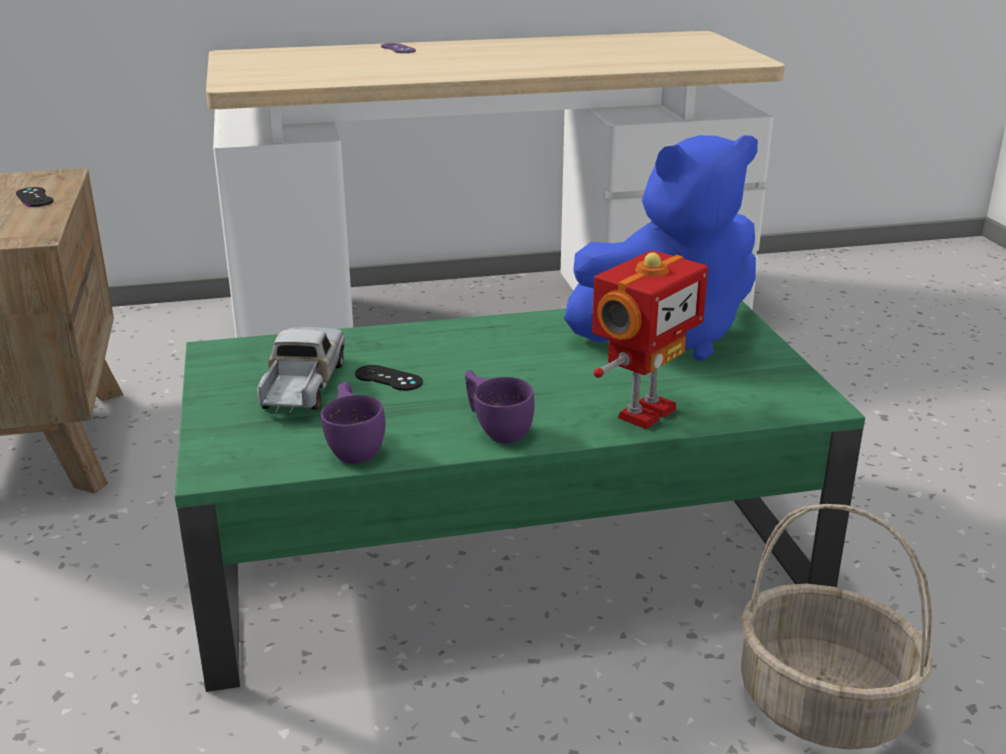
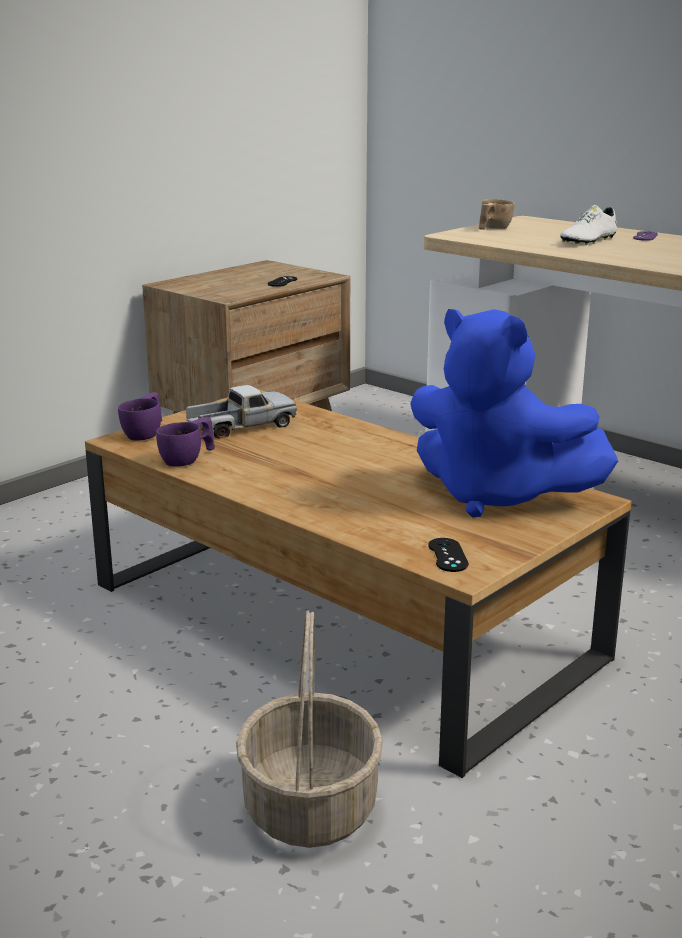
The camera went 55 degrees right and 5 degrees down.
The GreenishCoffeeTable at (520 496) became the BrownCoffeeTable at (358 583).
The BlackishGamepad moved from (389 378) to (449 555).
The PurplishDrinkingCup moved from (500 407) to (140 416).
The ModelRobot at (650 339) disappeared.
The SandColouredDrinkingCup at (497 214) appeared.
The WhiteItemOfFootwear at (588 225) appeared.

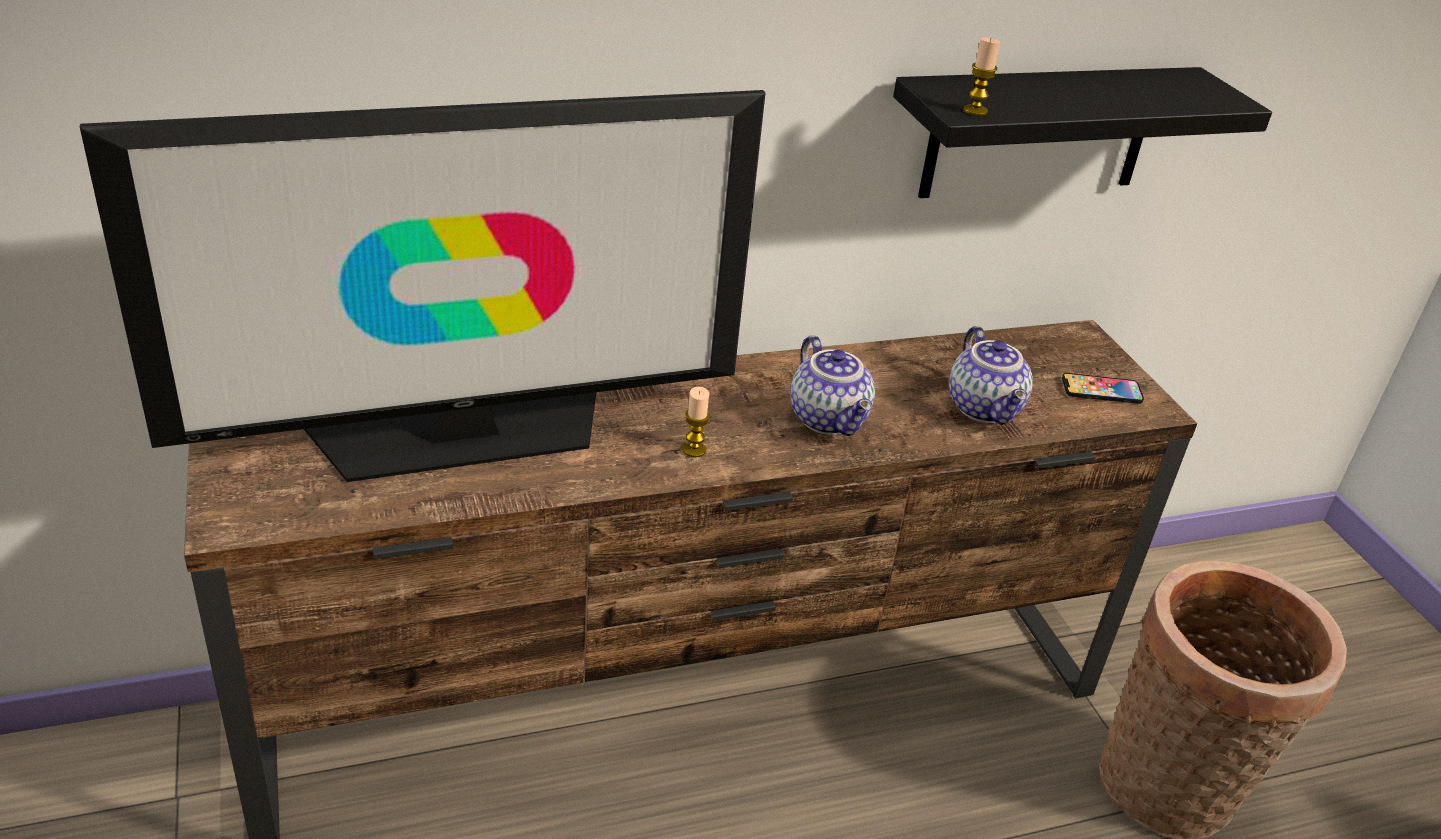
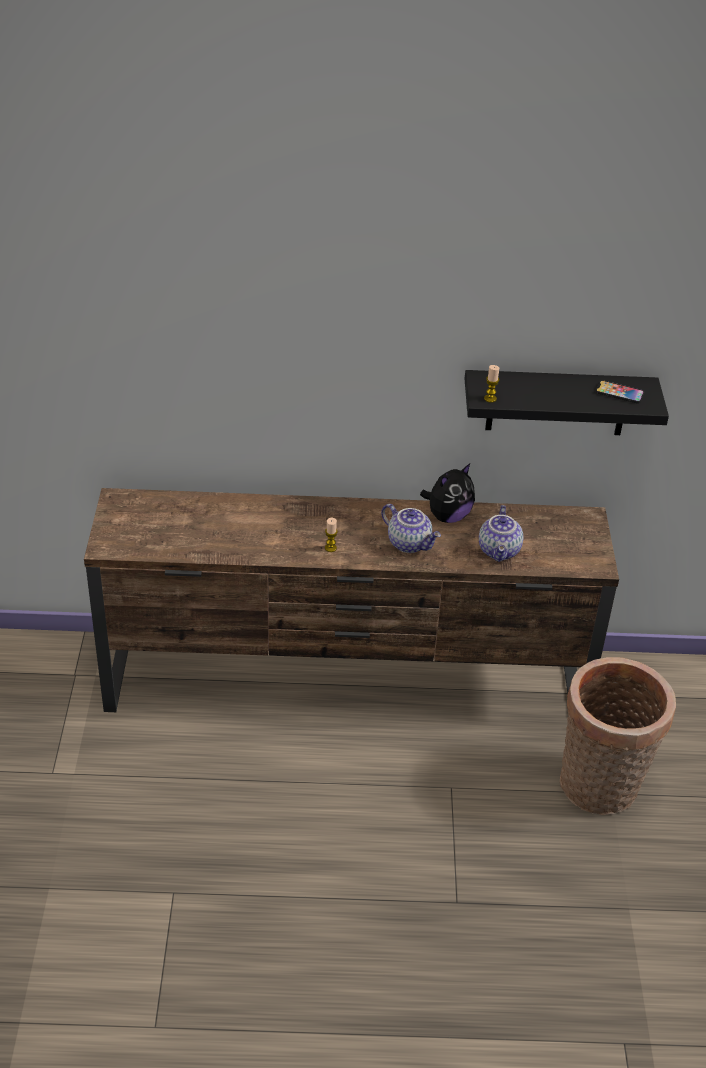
The camera went 20 degrees right and 5 degrees up.
The TvSet at (422 286) disappeared.
The PotForTea at (832 385) turned 45 degrees counterclockwise.
The Telephone moved from (1103 388) to (620 391).
The CuddlyToy at (447 493) appeared.

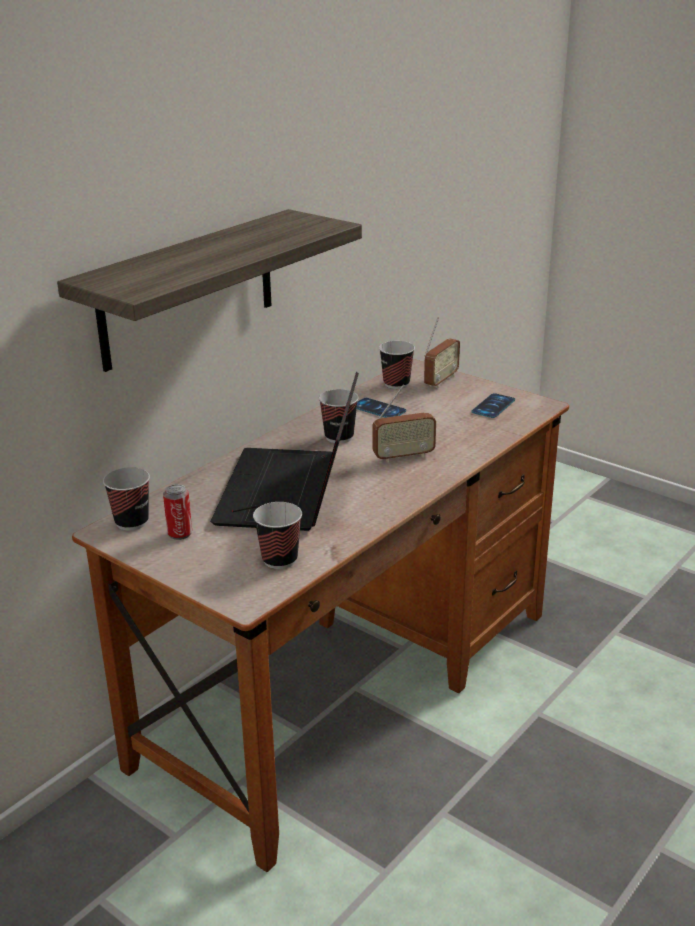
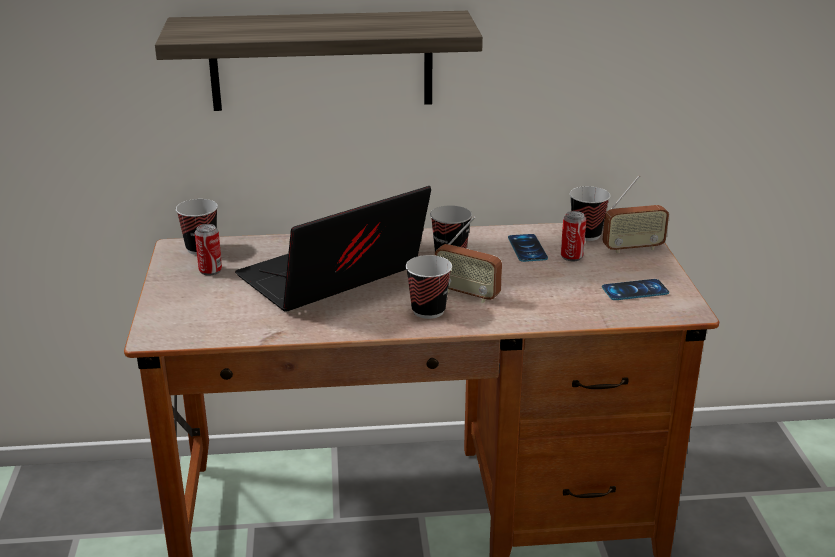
The camera went 45 degrees right and 0 degrees up.
The DrinkingCup moved from (277 535) to (429 287).
The Can at (573 236) appeared.

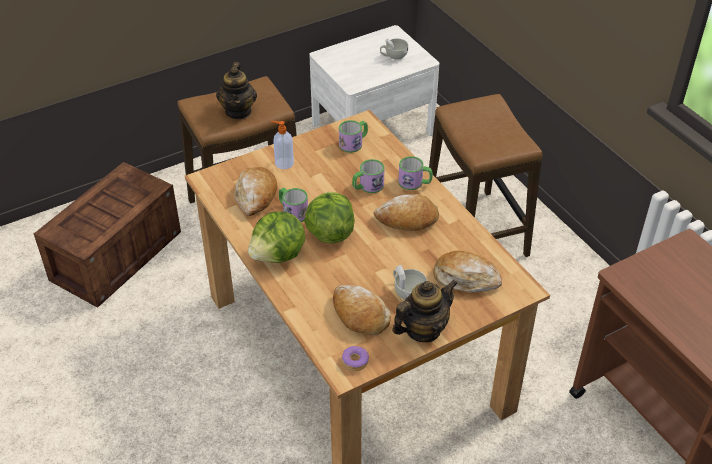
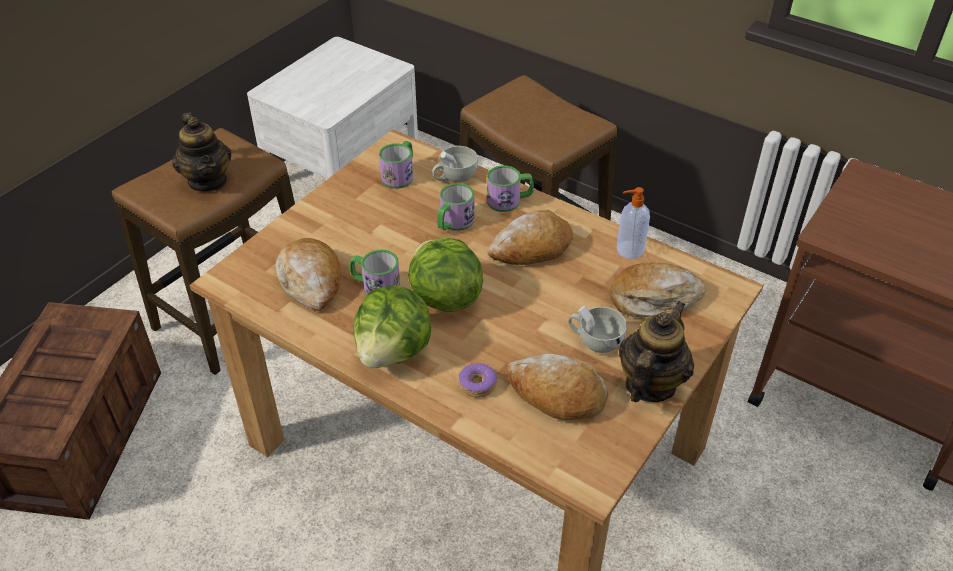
The camera went 25 degrees left and 0 degrees up.
The SoapBottle moved from (282 145) to (633 223).
The Donut moved from (355 358) to (477 380).
The WhiteDrinkingCup moved from (394 49) to (455 164).

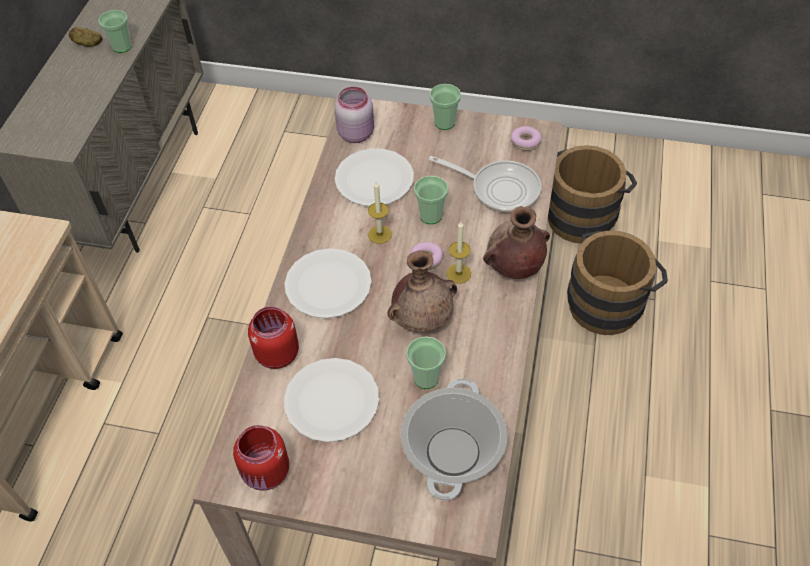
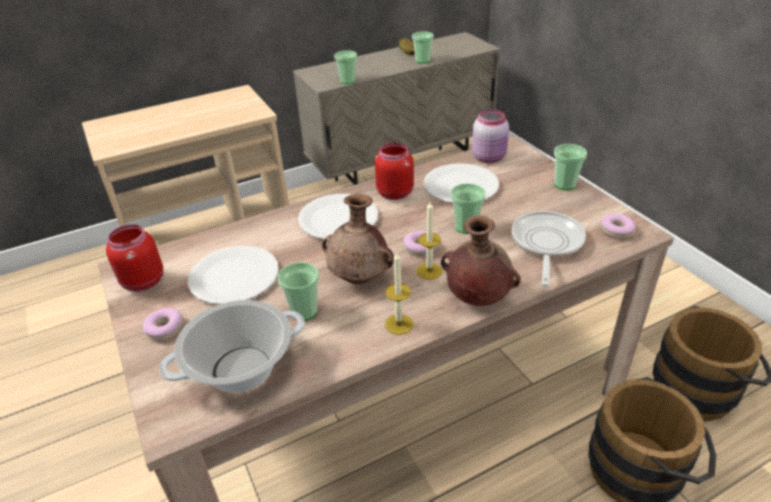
The camera went 50 degrees right and 15 degrees down.
The RedColouredPreserveJar moved from (273 337) to (394 171).
The WaxLight moved from (380 213) to (399 293).
The Skillet at (485 184) turned 150 degrees counterclockwise.
The Donut at (163 324) appeared.
The DrinkingCup at (345 67) appeared.

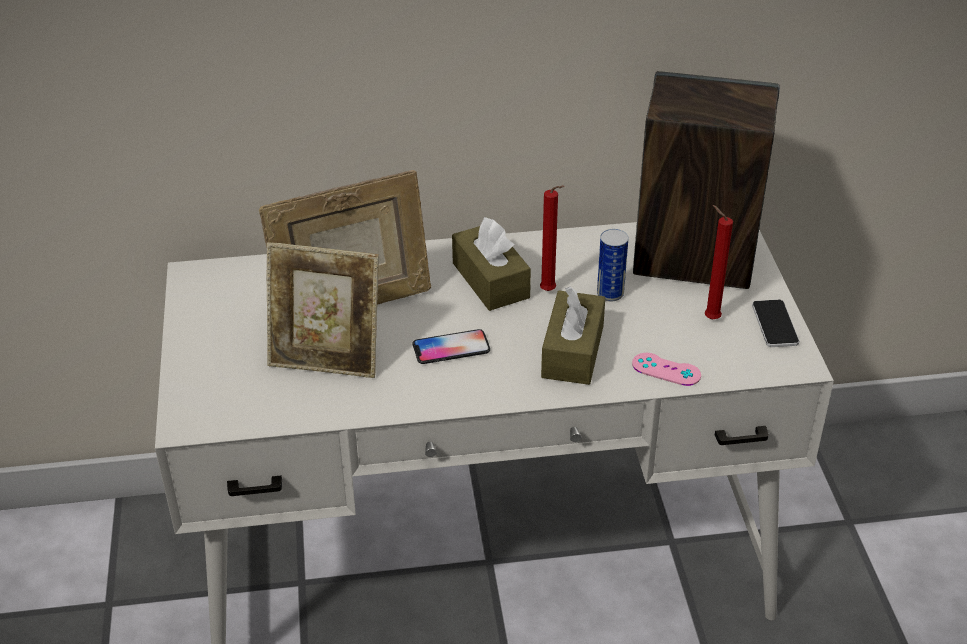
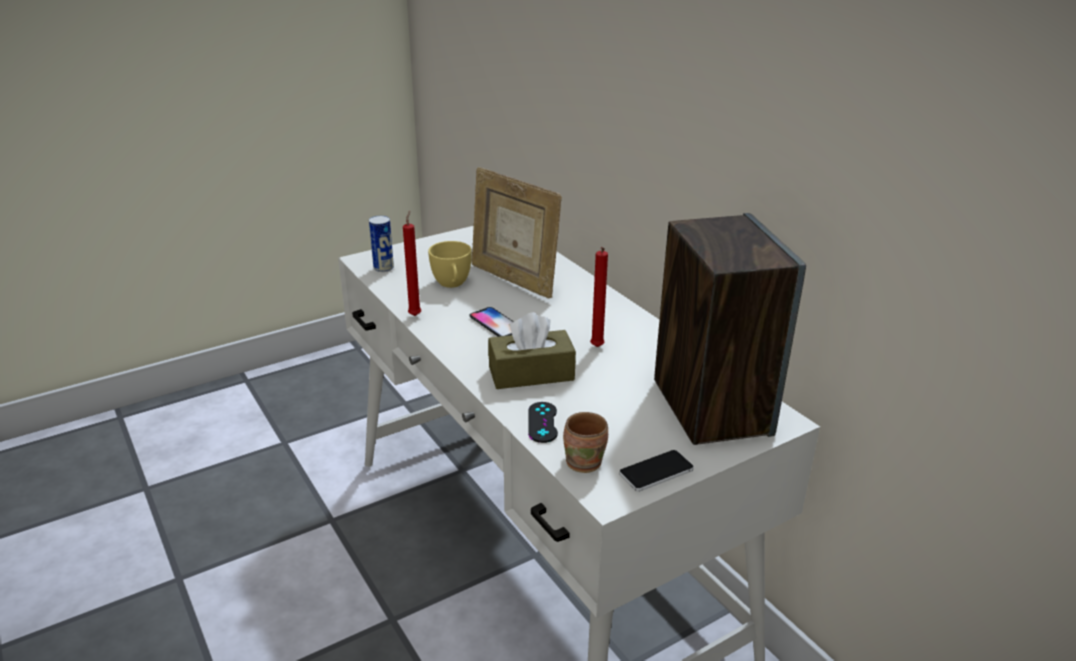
The camera went 65 degrees right and 10 degrees down.
The PhotoFrame at (323 310) was replaced by the YellowishDrinkingCup at (450 264).
The BrownTissueHolder at (491 264) disappeared.
The Can moved from (613 265) to (381 243).
The PinkishGamepad at (666 369) became the BlackishGamepad at (543 422).
The RedColouredWaxLight moved from (718 262) to (412 263).
The BrownMug at (585 442) appeared.

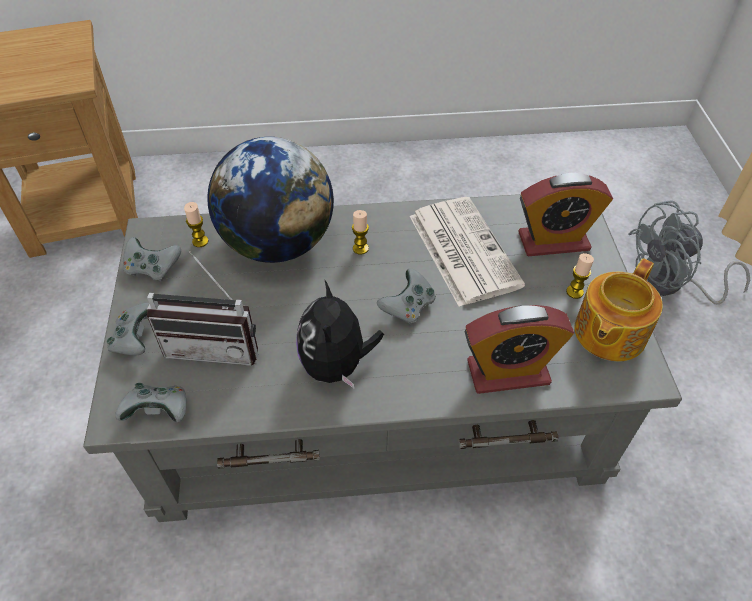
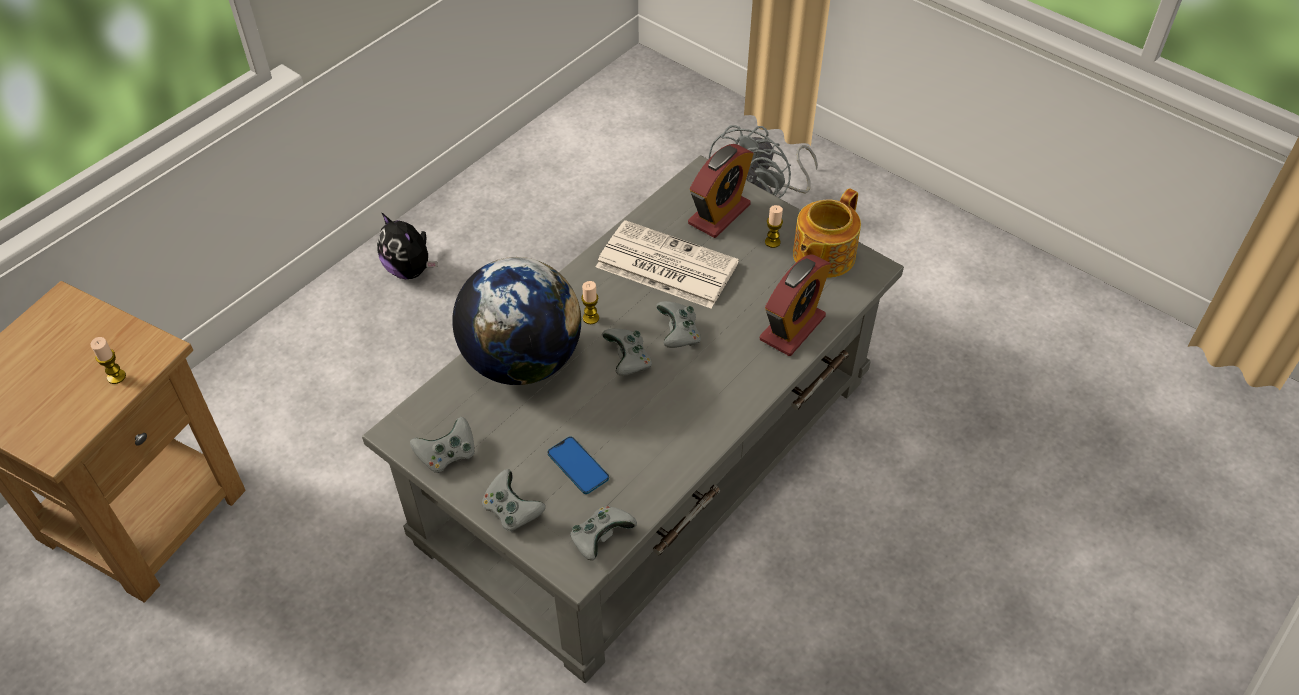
The camera went 45 degrees left and 0 degrees up.
The RadioReceiver at (202 308) was replaced by the Telephone at (578 465).
The WaxLight moved from (196 224) to (108 360).
The CuddlyToy moved from (340 334) to (407 245).
The PotForTea at (619 309) turned 45 degrees clockwise.
The GrayGamepad at (627 352) appeared.

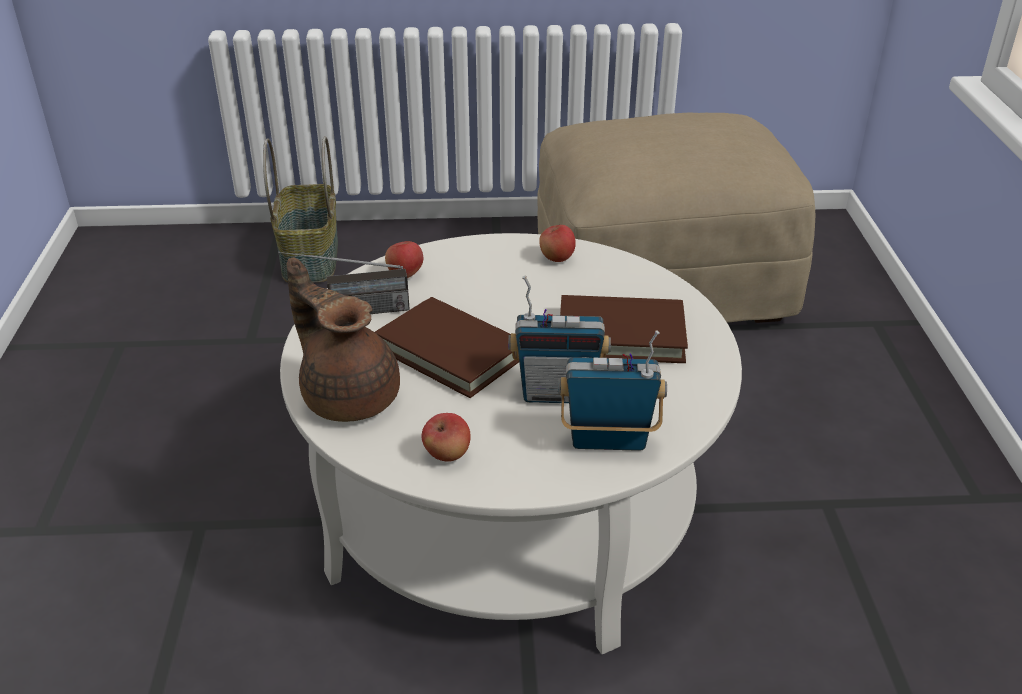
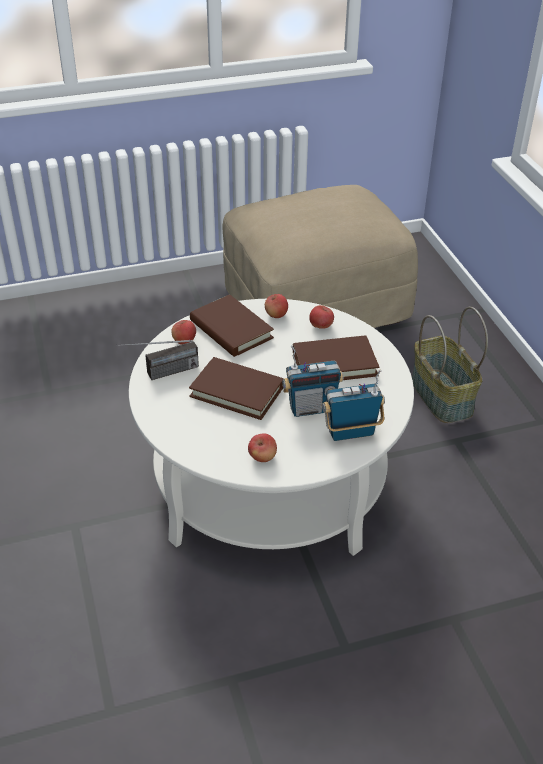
The camera went 15 degrees left and 5 degrees up.
The Basket moved from (300 209) to (450 365).
The BrownPotForTea at (343 339) disappeared.
The BrownVolume at (232 326) appeared.
The Apple at (321 317) appeared.

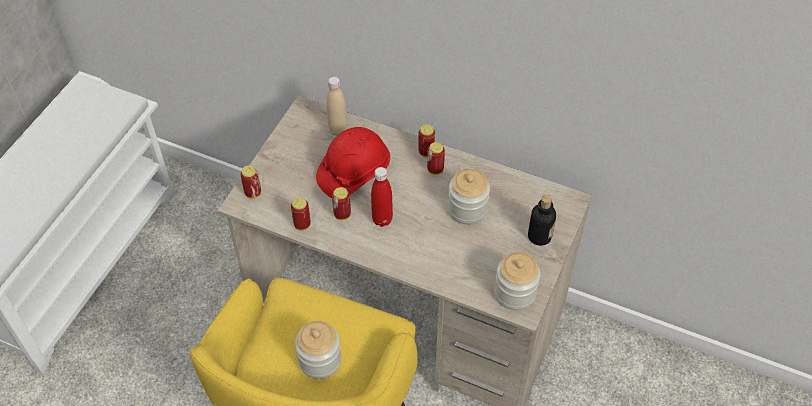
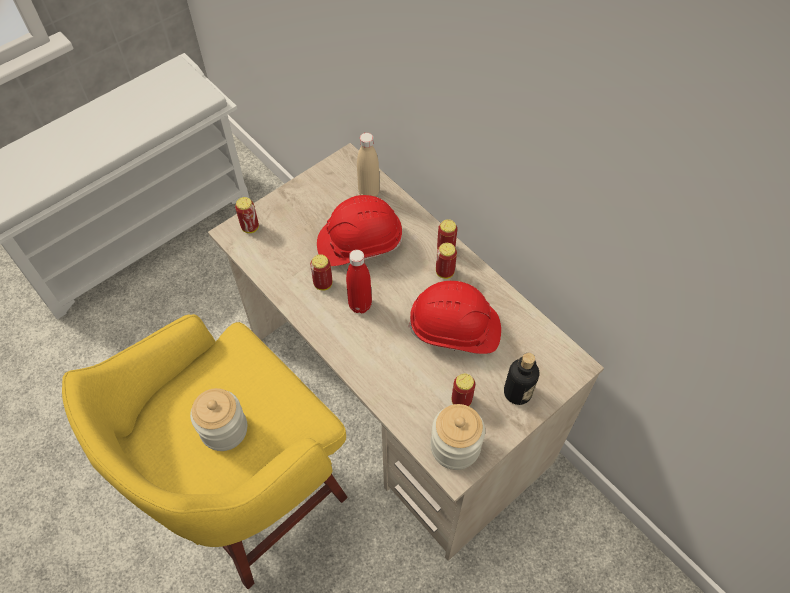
The camera went 25 degrees right and 5 degrees up.
The Can moved from (301 214) to (463 389).
The PreserveJar at (469 197) was replaced by the RedColouredSafetyHelmet at (454 317).

